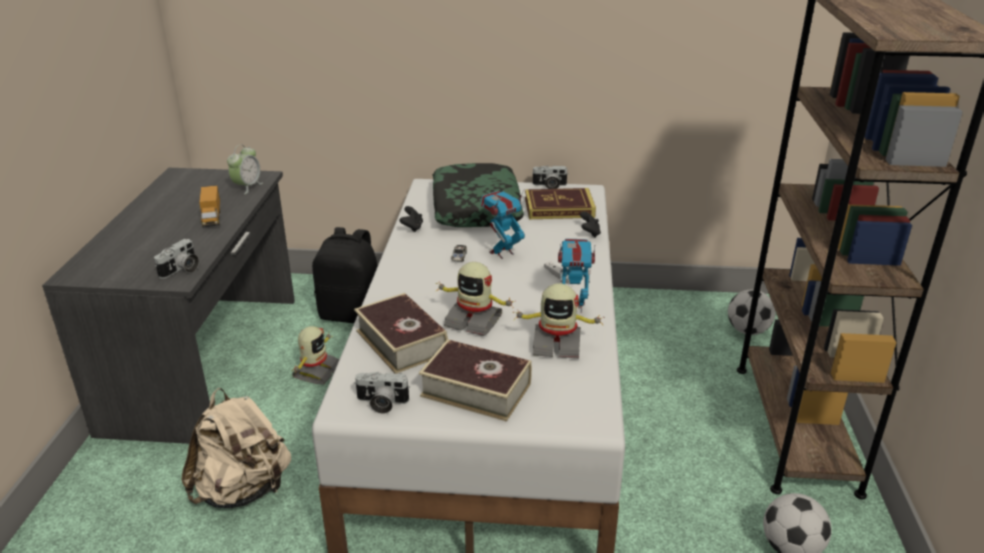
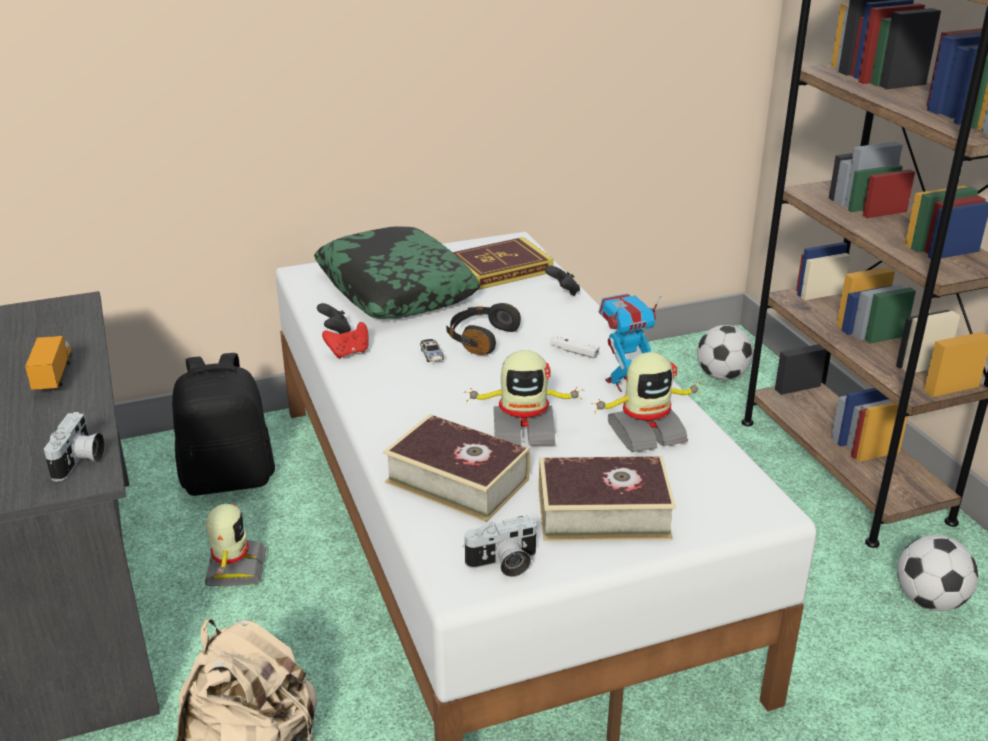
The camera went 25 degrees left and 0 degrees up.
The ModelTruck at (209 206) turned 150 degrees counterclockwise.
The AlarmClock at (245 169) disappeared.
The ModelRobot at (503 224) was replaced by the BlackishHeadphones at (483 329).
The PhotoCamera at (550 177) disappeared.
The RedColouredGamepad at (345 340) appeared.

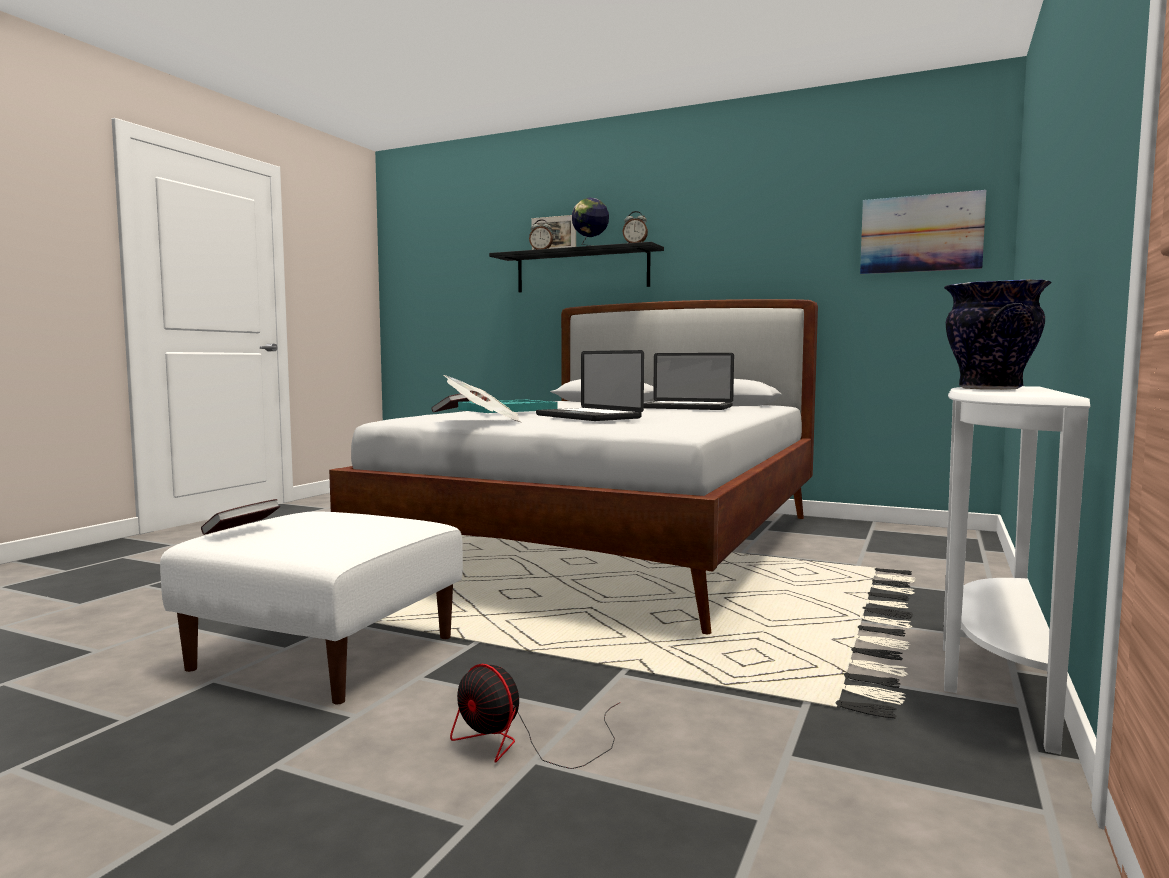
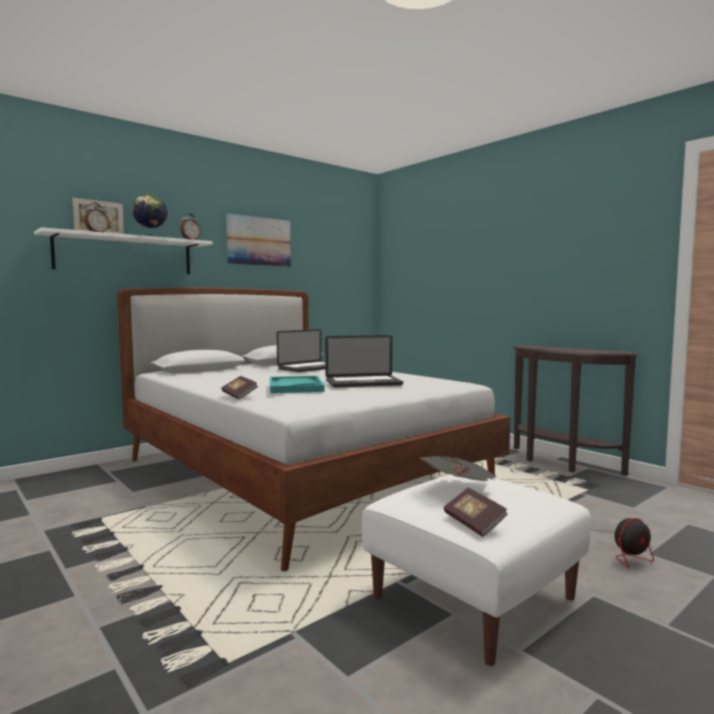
The camera went 65 degrees left and 0 degrees up.
The DailyPaper moved from (482 398) to (457 468).
The BlackishWallShelf at (576 267) became the WhiteWallShelf at (123 250).
The WallArt moved from (923 232) to (258 240).
The WhiteConsoleTable at (1016 570) became the BrownConsoleTable at (575 409).
The FlowerVase at (998 334) disappeared.

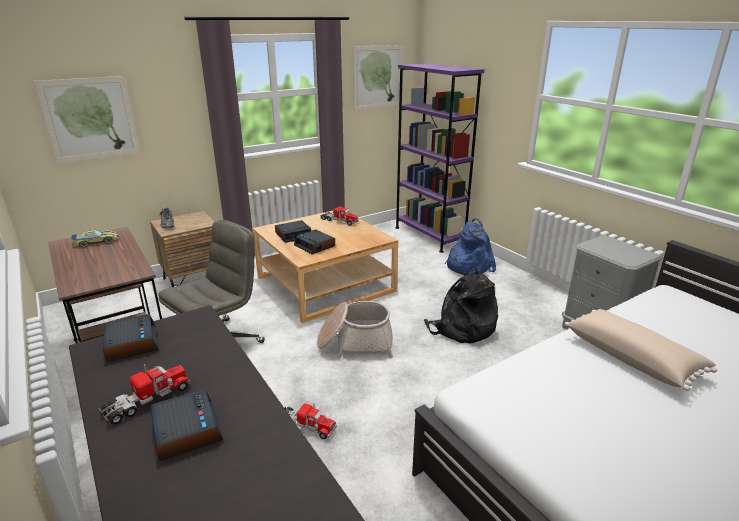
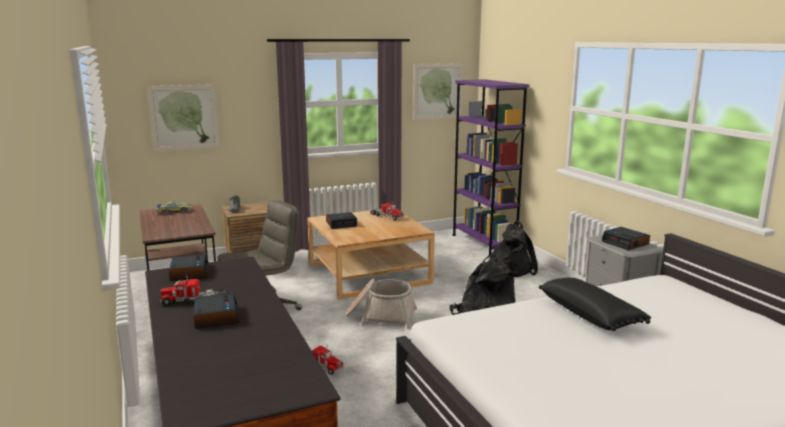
The camera went 10 degrees right and 10 degrees down.
The ModelTruck at (144 395) turned 150 degrees counterclockwise.
The AlarmClock moved from (314 242) to (626 238).
The BlueBackpack at (470 247) became the BlackishBackpack at (513 248).
The SandColouredThrowPillow at (640 350) became the BlackishThrowPillow at (595 304).

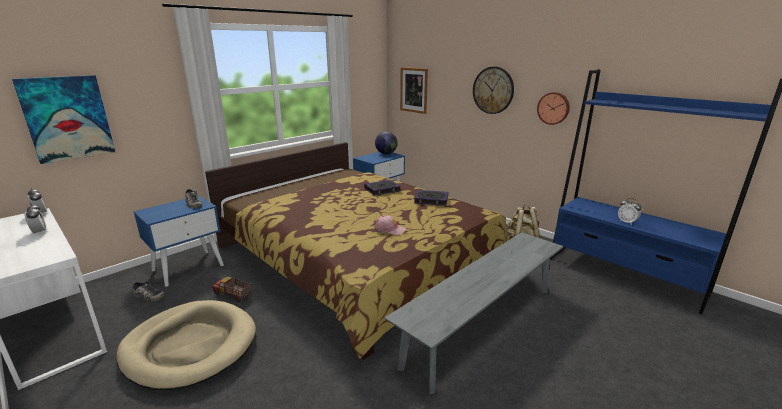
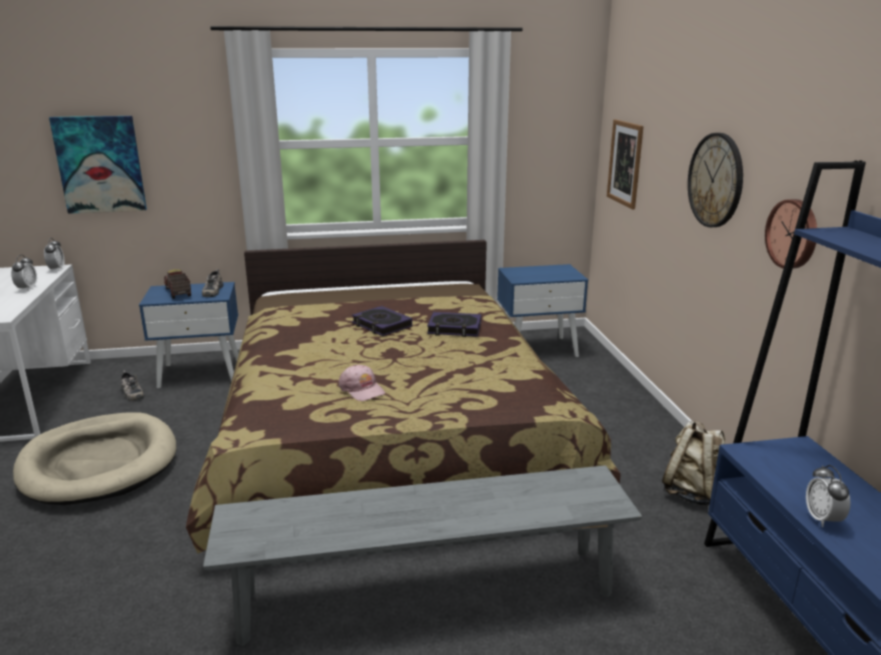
The camera went 35 degrees right and 0 degrees up.
The ModelTruck moved from (232 289) to (177 284).
The Globe at (386 142) disappeared.
The Volume moved from (431 198) to (382 321).

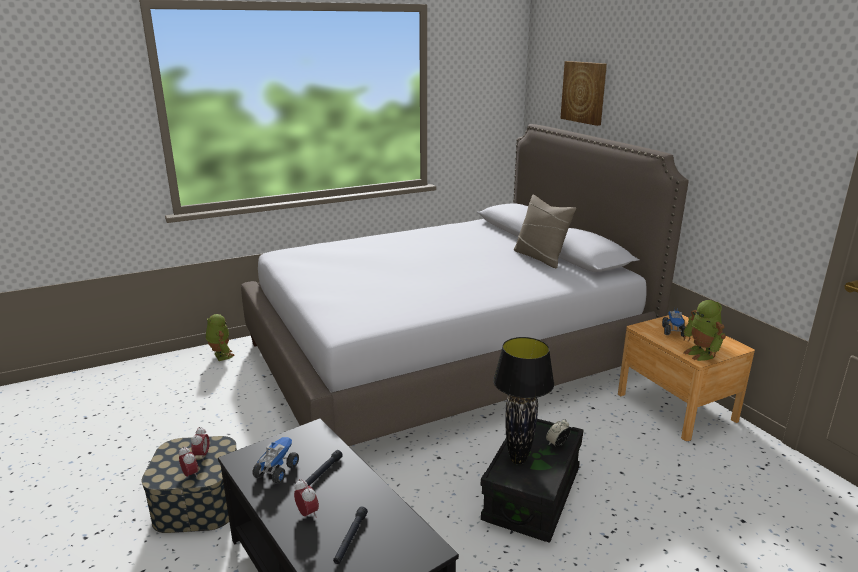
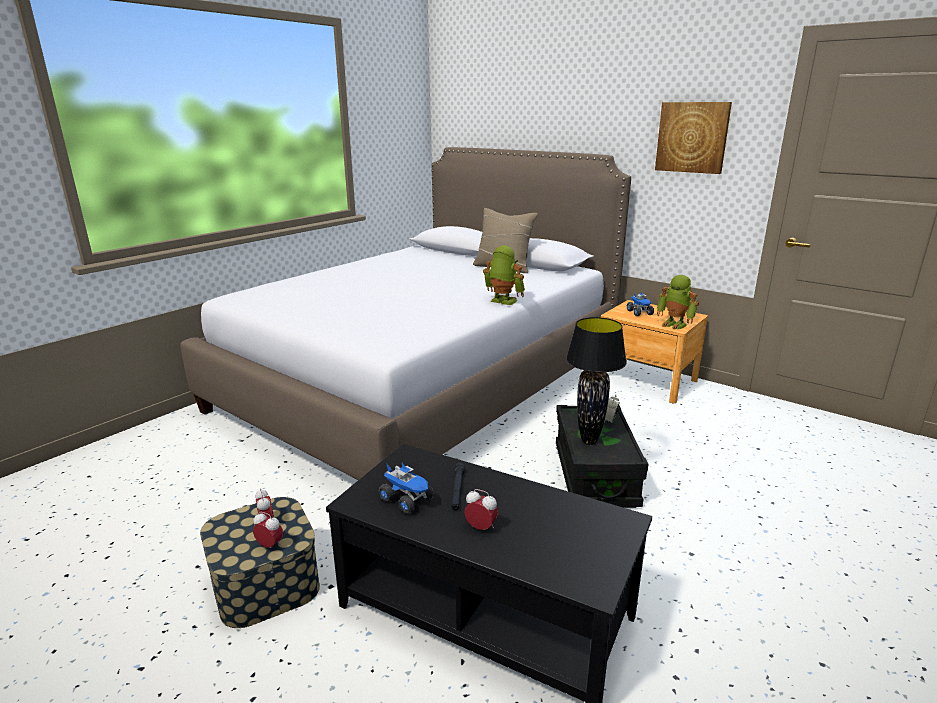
The camera went 25 degrees left and 0 degrees up.
The ModelRobot moved from (220 337) to (504 275).
The ModelTruck at (276 460) turned 135 degrees clockwise.
The BlackishHandTorch at (350 535) disappeared.
The WallArt moved from (583 93) to (693 138).

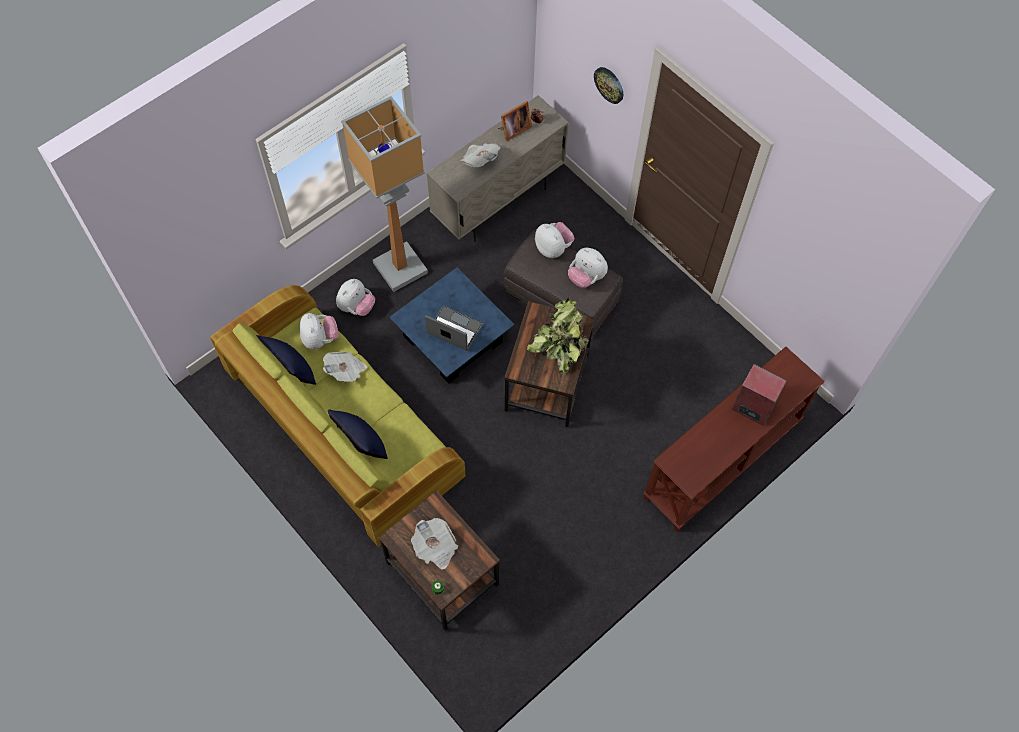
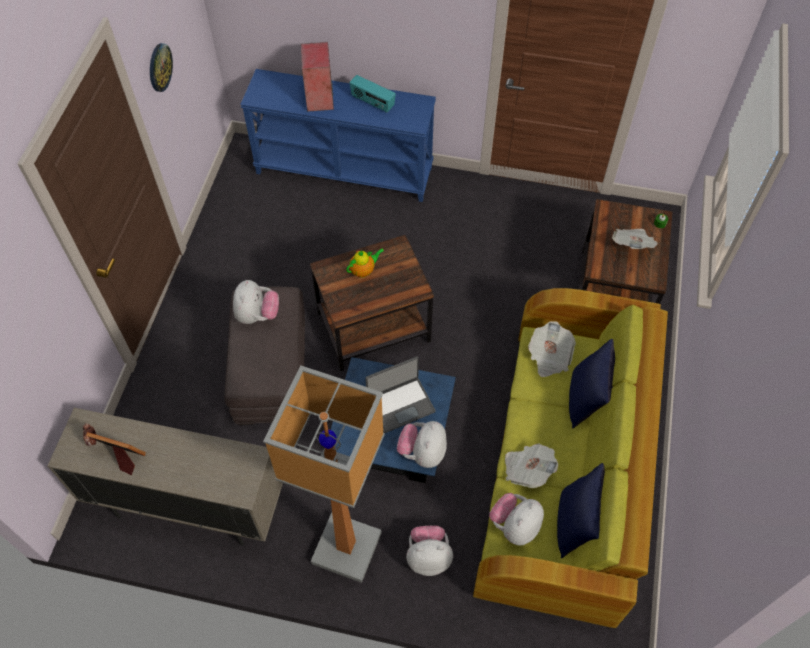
The camera went 125 degrees left and 5 degrees down.
The NotebookComputer at (454 328) turned 105 degrees counterclockwise.
The DailyPaper moved from (480 155) to (552 349).
The PottedPlant at (558 335) was replaced by the PotForTea at (365 263).
The CuddlyToy moved from (554 240) to (422 444).
The ClockOnTheWall moved from (608 85) to (161 67).
The BrownConsoleTable at (733 439) became the BlueConsoleTable at (338 135).
The RadioReceiver at (373 94) appeared.

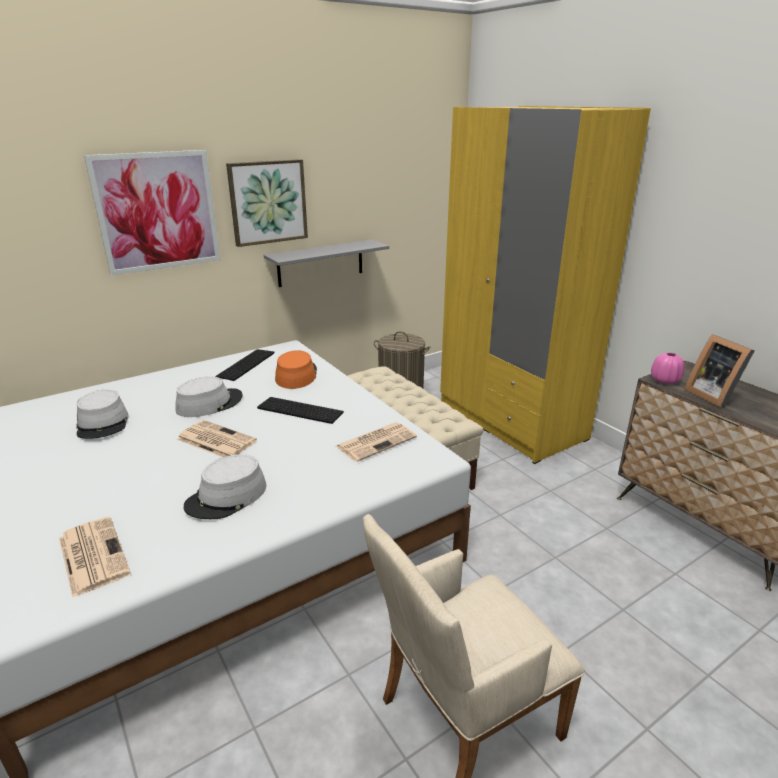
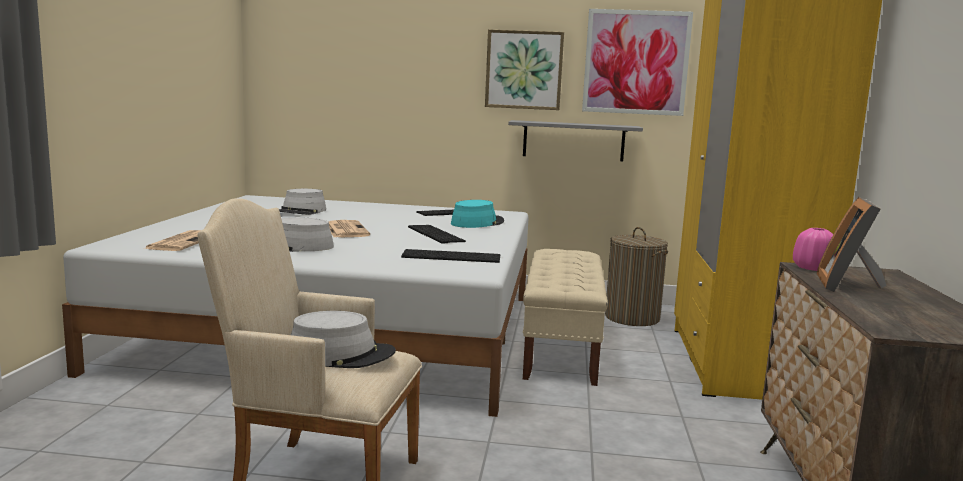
The camera went 40 degrees right and 15 degrees down.
The WallArt moved from (152 213) to (637 62).
The GrayClothingHat moved from (209 397) to (343 339).
The OrangeyClothingHat at (296 369) became the TurquoiseColouredClothingHat at (477 214).
The DailyPaper at (376 442) was replaced by the Keyboard at (450 256).

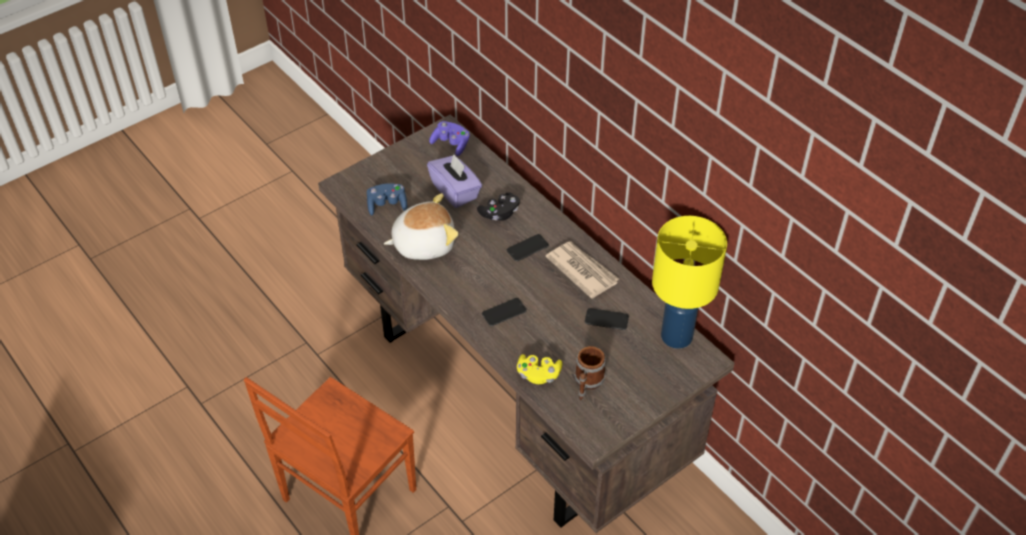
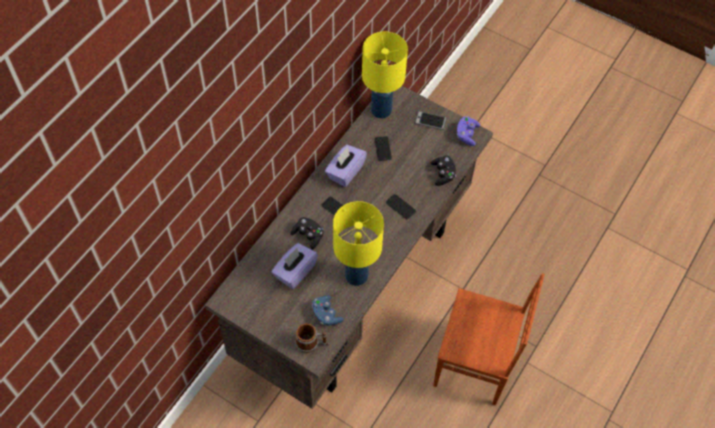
The camera went 110 degrees left and 10 degrees up.
The CuddlyToy at (421 226) was replaced by the YellowishTableLamp at (358 243).
The PurplishGamepad moved from (449 138) to (468 131).
The YellowishGamepad at (539 369) became the BlackishGamepad at (443 171).
The DailyPaper at (582 270) was replaced by the PurplishTissueHolder at (346 166).
The Mug moved from (590 373) to (311 338).
The Telephone at (431 120) appeared.

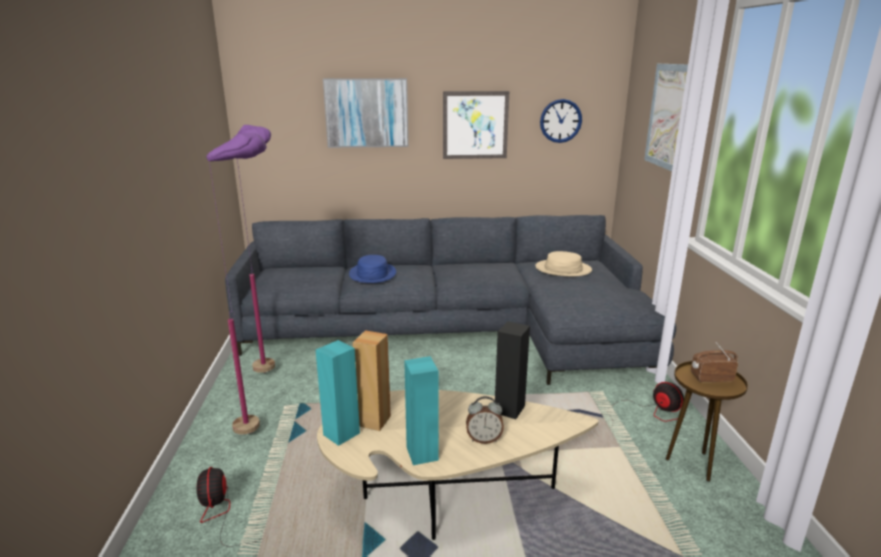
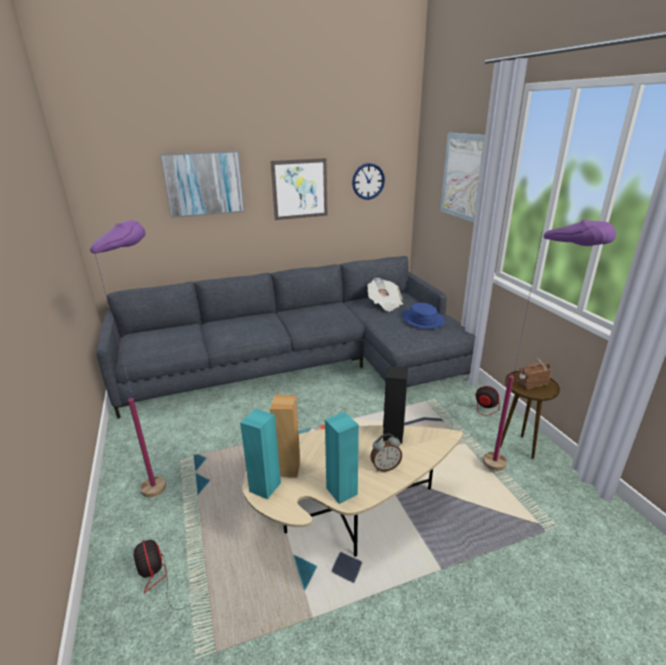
The camera went 15 degrees left and 5 degrees up.
The PurplishStandingLamp moved from (254 249) to (549 345).
The BlueClothingHat moved from (372 269) to (423 316).
The SandColouredClothingHat at (563 264) was replaced by the DailyPaper at (385 295).

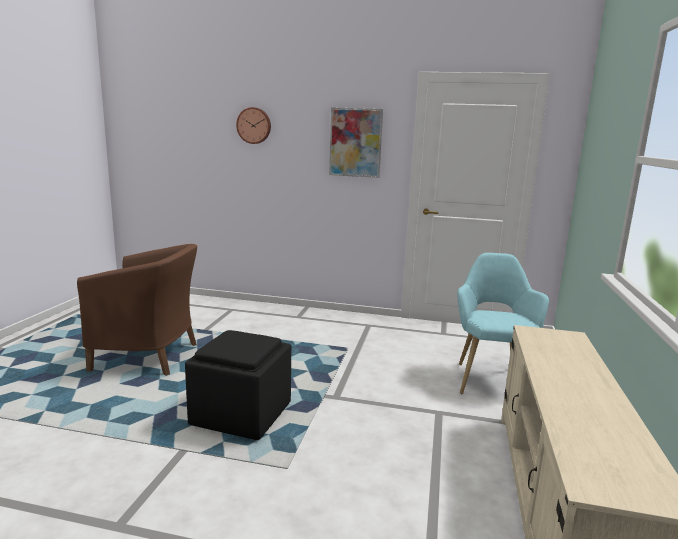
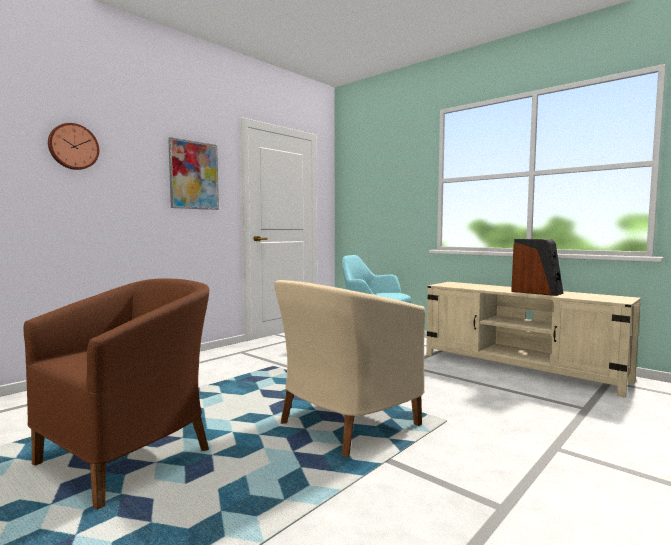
The camera went 60 degrees left and 10 degrees down.
The BlackishFootrest at (238 385) was replaced by the SandColouredEasyChair at (350 368).
The Loudspeaker at (537 267) appeared.

